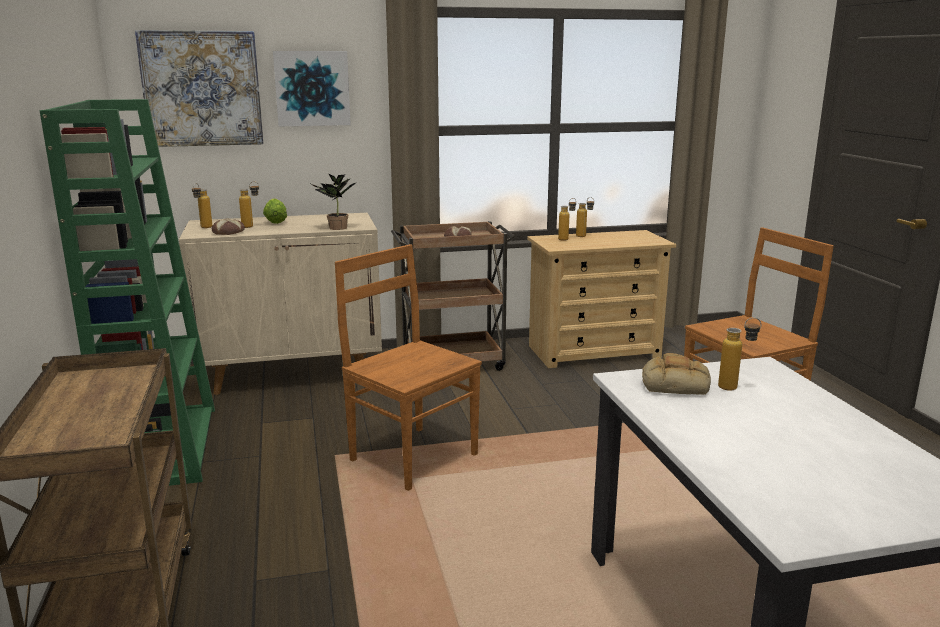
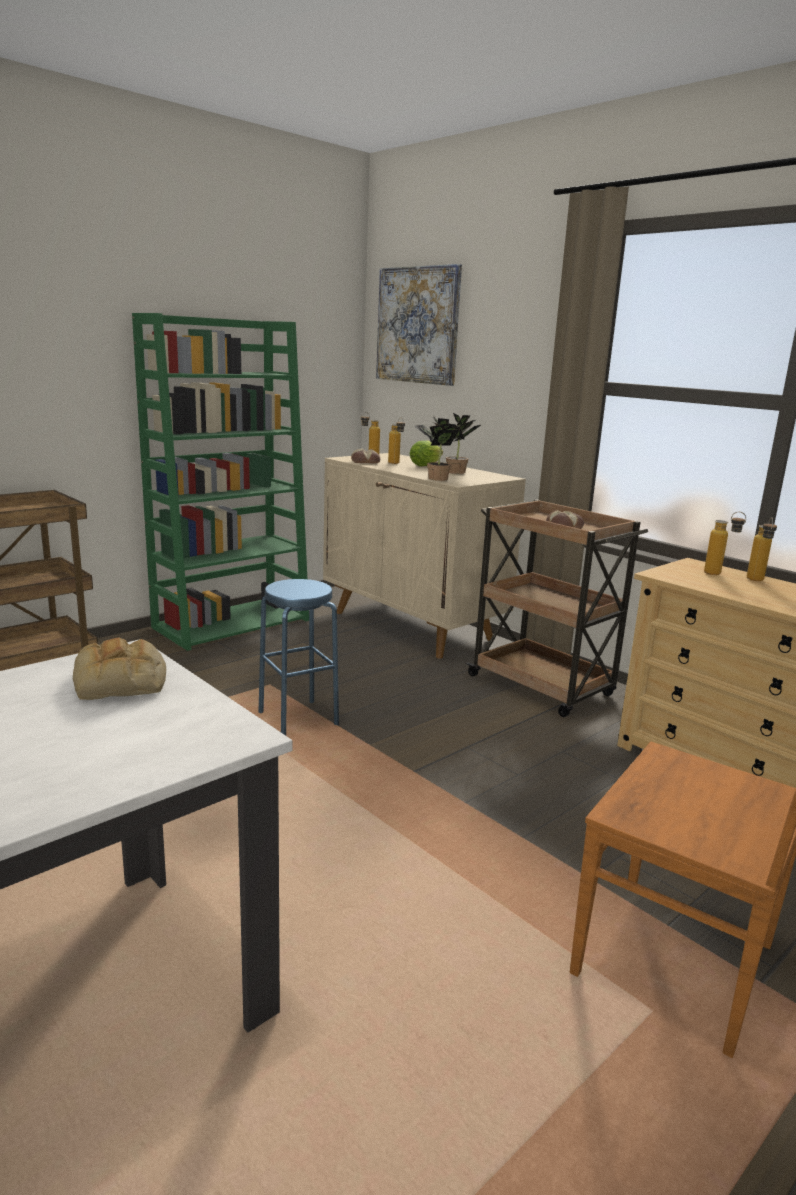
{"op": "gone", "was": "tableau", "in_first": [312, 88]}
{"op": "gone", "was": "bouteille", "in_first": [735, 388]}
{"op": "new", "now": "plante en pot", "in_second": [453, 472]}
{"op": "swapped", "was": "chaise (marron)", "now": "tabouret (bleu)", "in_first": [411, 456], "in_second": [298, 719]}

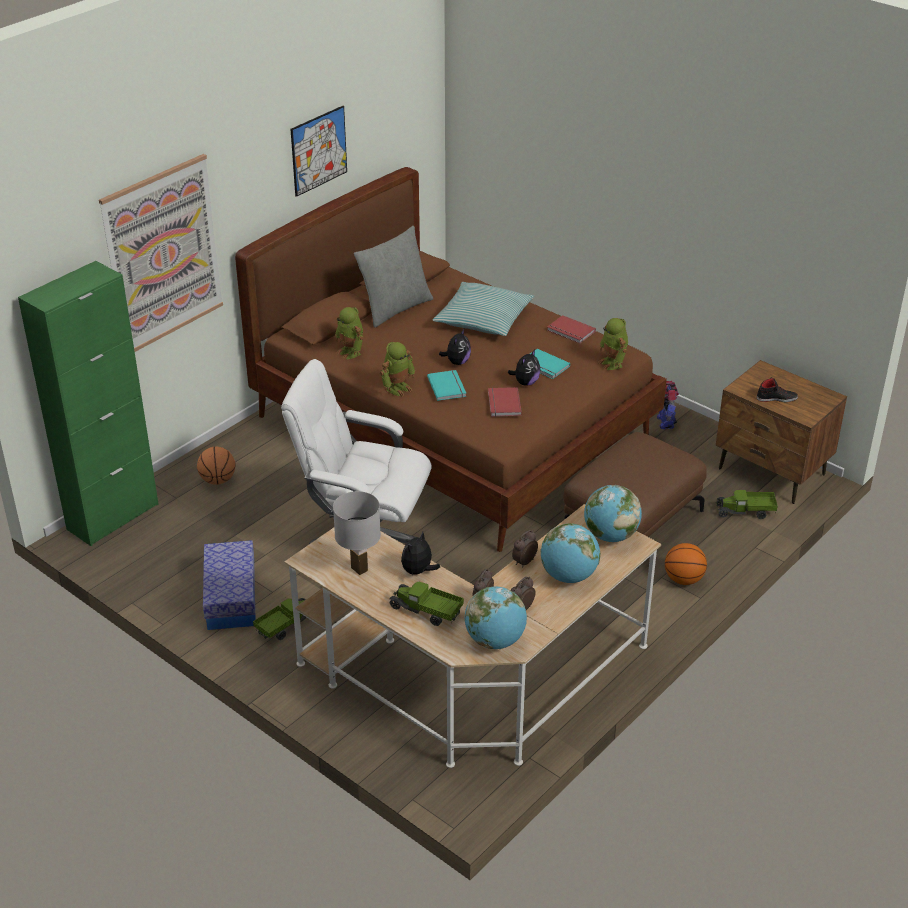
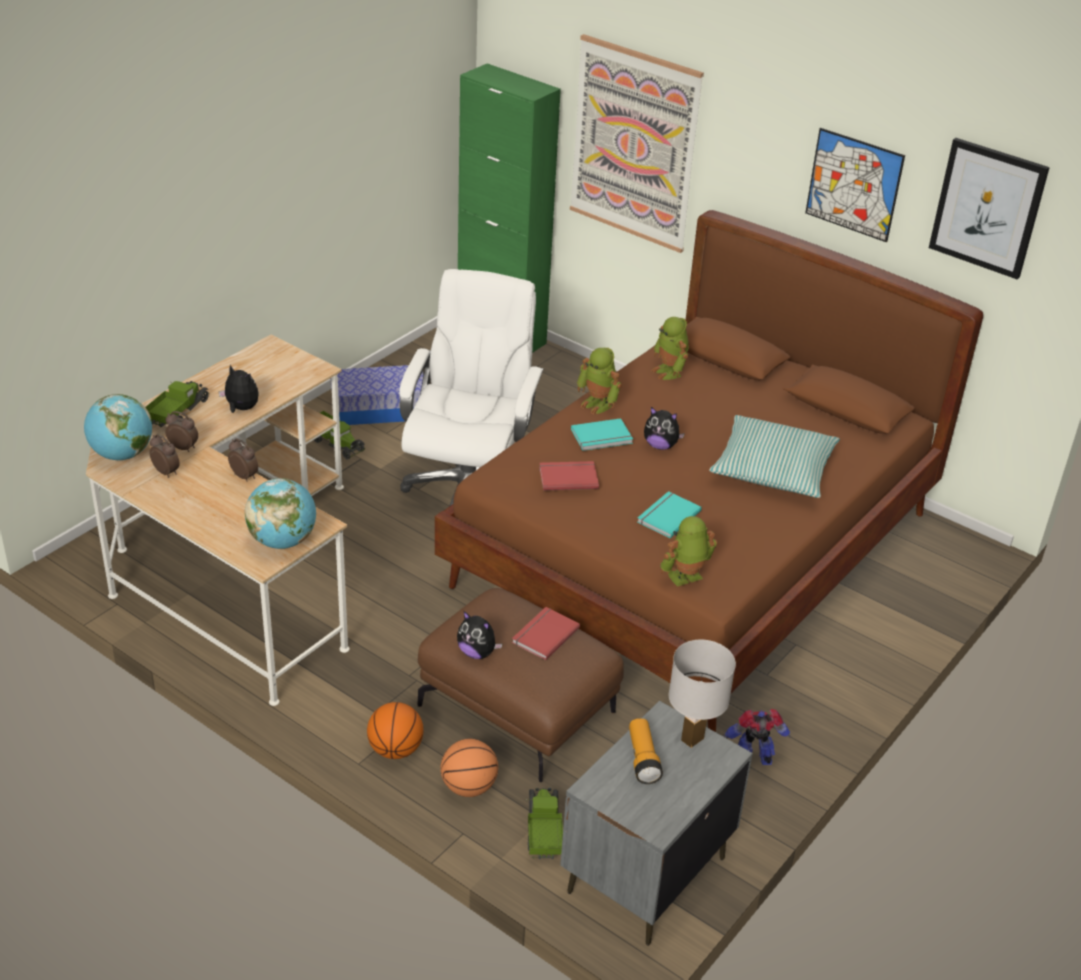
{"op": "gone", "was": "coussin (gris)", "in_first": [395, 308]}
{"op": "gone", "was": "globe", "in_first": [569, 576]}
{"op": "new", "now": "tableau", "in_second": [988, 208]}
{"op": "shifted", "was": "ballon de basket", "in_first": [218, 480], "in_second": [469, 787]}
{"op": "shifted", "was": "lampe de table (blanc)", "in_first": [358, 569], "in_second": [692, 739]}
{"op": "shifted", "was": "peluche", "in_first": [525, 382], "in_second": [477, 652]}
{"op": "shifted", "was": "livre (rouge)", "in_first": [570, 331], "in_second": [543, 634]}
{"op": "swapped", "was": "chaussure (noir)", "now": "lampe de poche", "in_first": [776, 398], "in_second": [642, 759]}
{"op": "repainted", "was": "table de chevet (marron)", "now": "table de chevet (gris)", "in_first": [772, 472], "in_second": [645, 875]}
{"op": "rotated", "was": "robot jouet", "in_first": [351, 352], "in_second": [669, 372], "clockwise": -75}

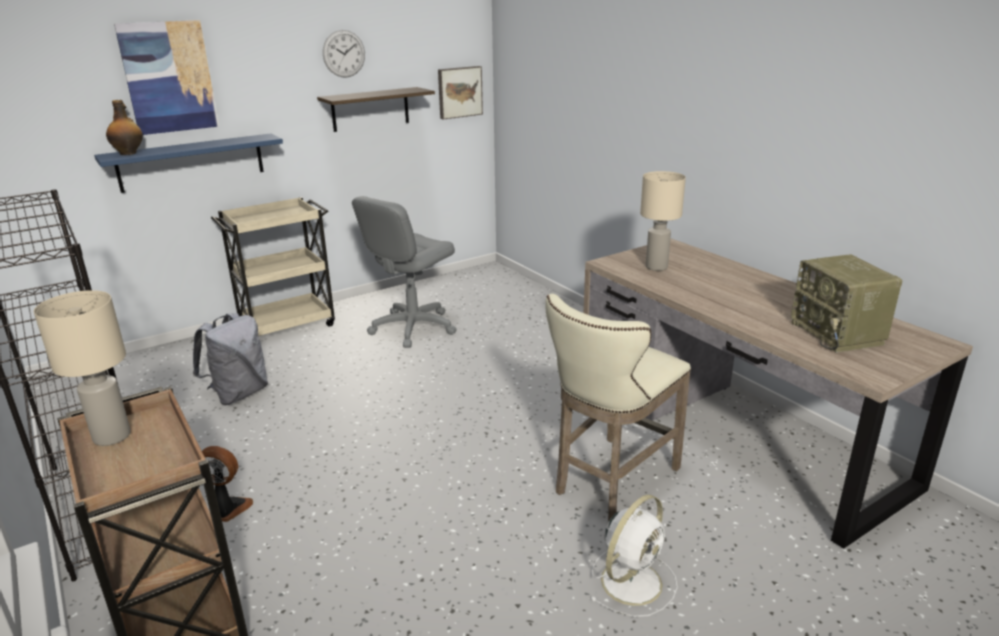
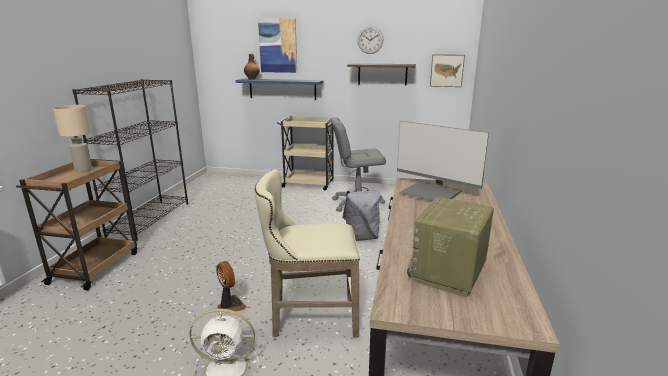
{"op": "shifted", "was": "sac à dos (gris)", "in_first": [238, 394], "in_second": [361, 237]}
{"op": "shifted", "was": "ventilateur", "in_first": [227, 510], "in_second": [230, 305]}
{"op": "swapped", "was": "lampe de table (beige)", "now": "écran d'ordinateur", "in_first": [656, 267], "in_second": [431, 193]}

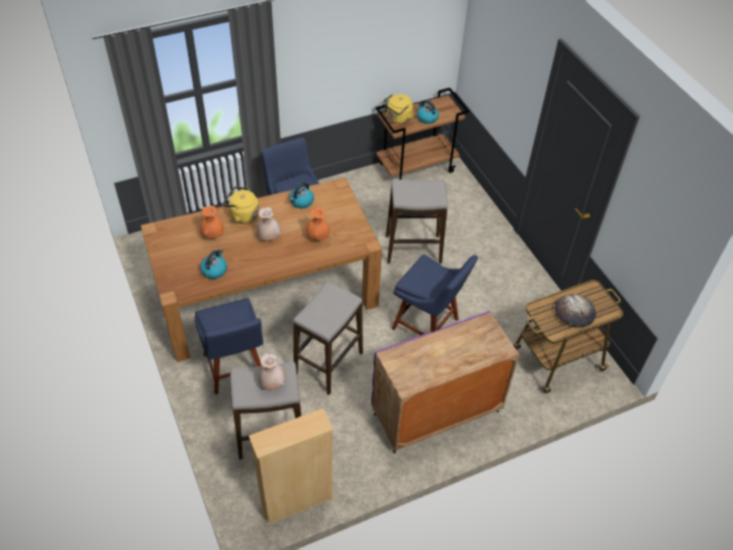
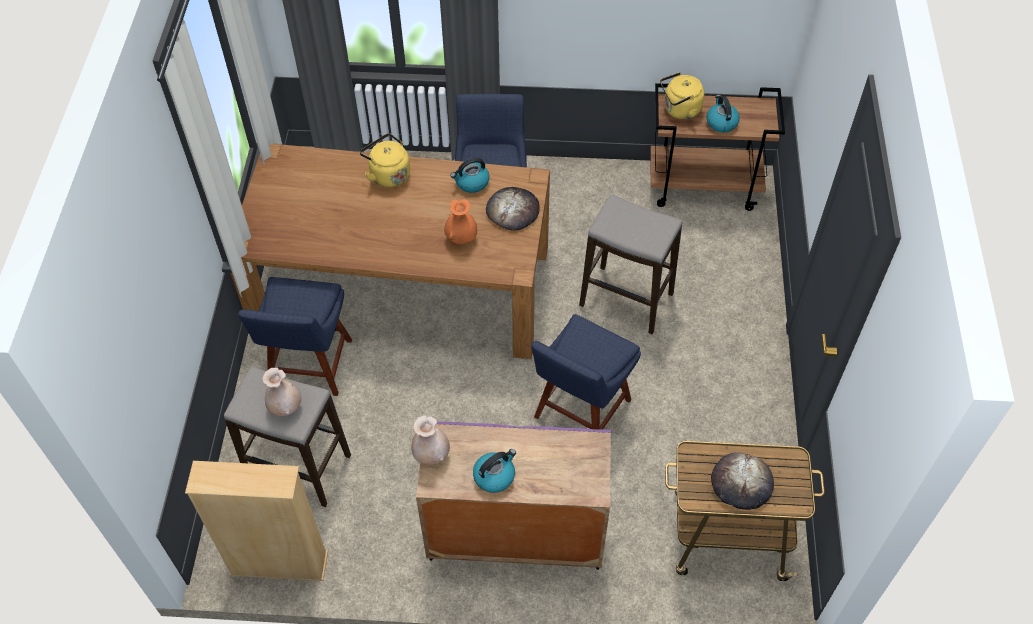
{"op": "gone", "was": "vase (orange)", "in_first": [212, 235]}
{"op": "gone", "was": "tabouret", "in_first": [328, 364]}
{"op": "new", "now": "pain", "in_second": [513, 210]}
{"op": "shifted", "was": "bouilloire", "in_first": [214, 270], "in_second": [494, 476]}
{"op": "shifted", "was": "vase (beige)", "in_first": [269, 237], "in_second": [431, 454]}
{"op": "rotated", "was": "chaise (bleu)", "in_first": [428, 325], "in_second": [580, 412], "clockwise": 60}

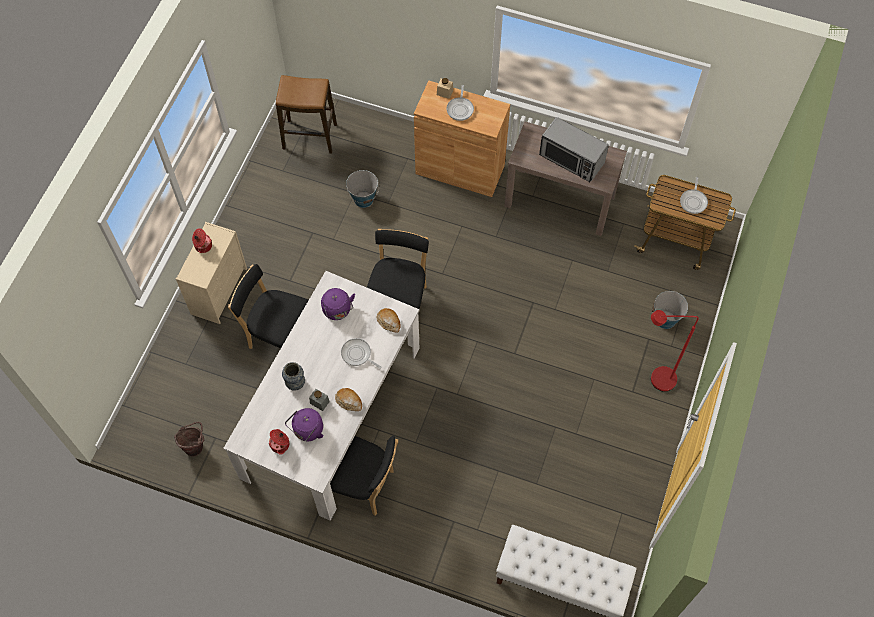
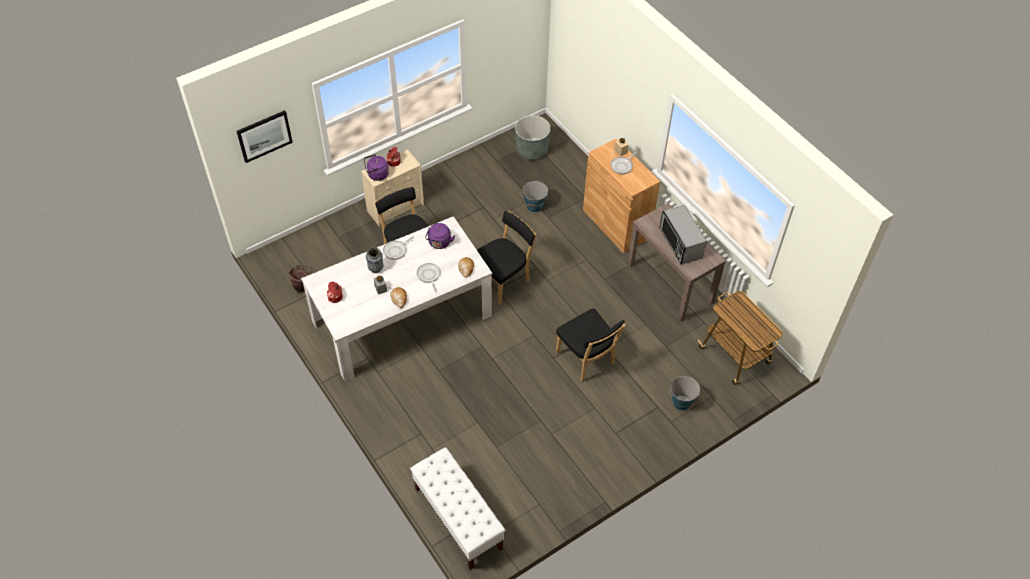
{"op": "gone", "was": "lampadaire (rouge)", "in_first": [656, 379]}
{"op": "new", "now": "tableau", "in_second": [264, 136]}
{"op": "shifted", "was": "bouilloire (violet)", "in_first": [307, 431], "in_second": [376, 175]}
{"op": "shifted", "was": "chaise (noir)", "in_first": [363, 485], "in_second": [586, 360]}
{"op": "shifted", "was": "poêle", "in_first": [693, 201], "in_second": [396, 250]}
{"op": "swapped", "was": "tabouret", "now": "cache-pot (gris)", "in_first": [309, 137], "in_second": [531, 150]}

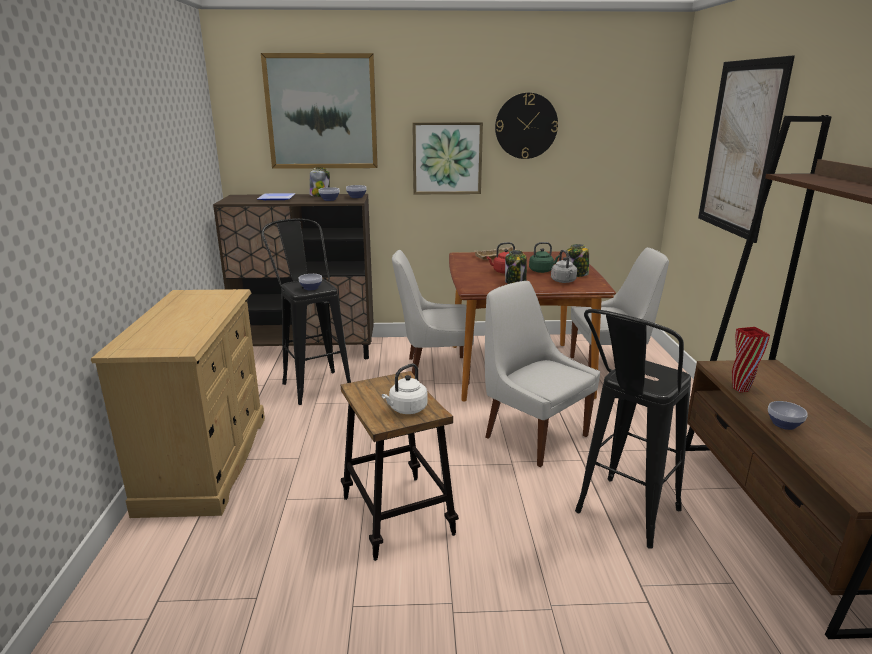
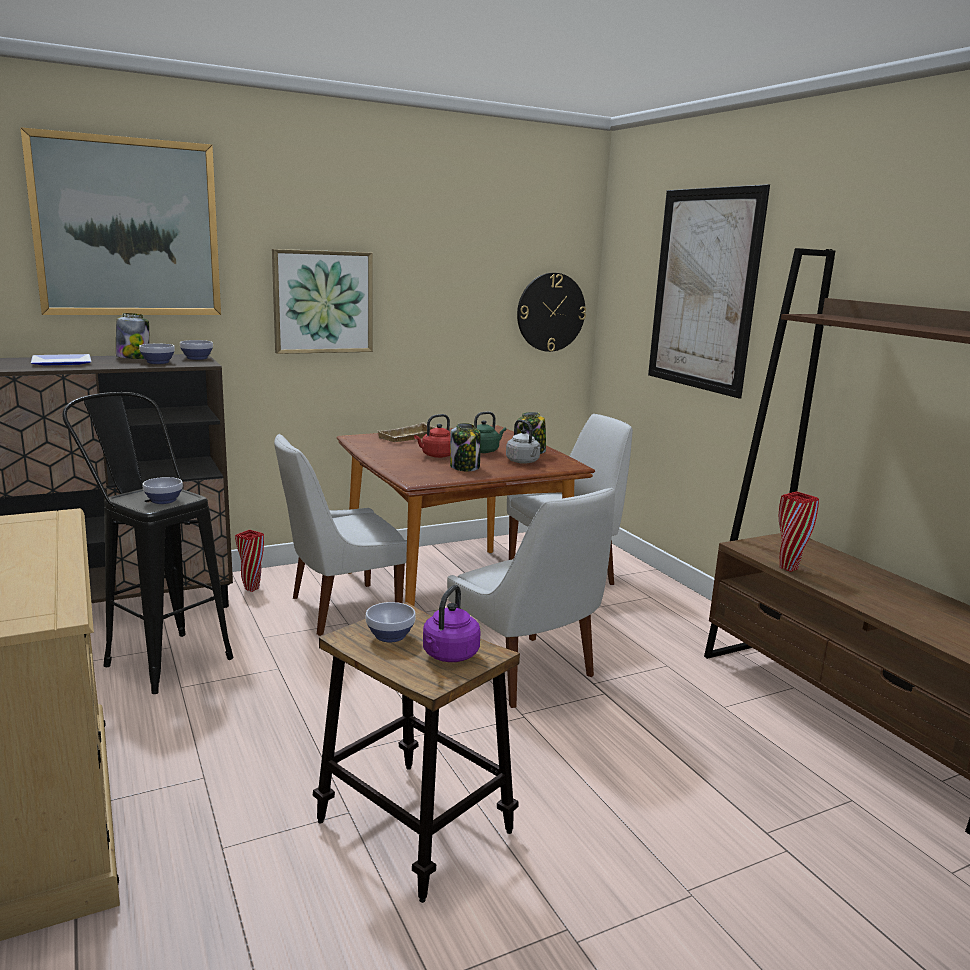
{"op": "gone", "was": "tabouret (noir)", "in_first": [620, 519]}
{"op": "new", "now": "vase (rouge)", "in_second": [252, 589]}
{"op": "shifted", "was": "horloge murale", "in_first": [526, 126], "in_second": [550, 312]}
{"op": "shifted", "was": "bol", "in_first": [783, 425], "in_second": [389, 636]}
{"op": "repainted", "was": "bouilloire (blanc)", "now": "bouilloire (violet)", "in_first": [406, 409], "in_second": [449, 655]}
{"op": "rotated", "was": "chaise (blanc)", "in_first": [533, 435], "in_second": [526, 673], "clockwise": -150}

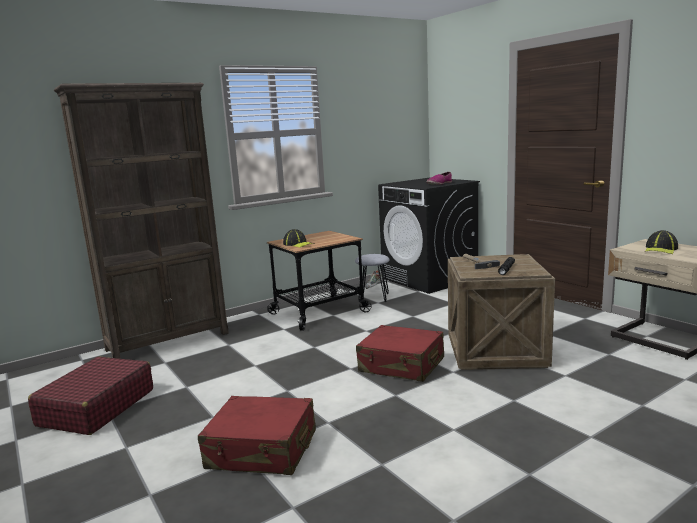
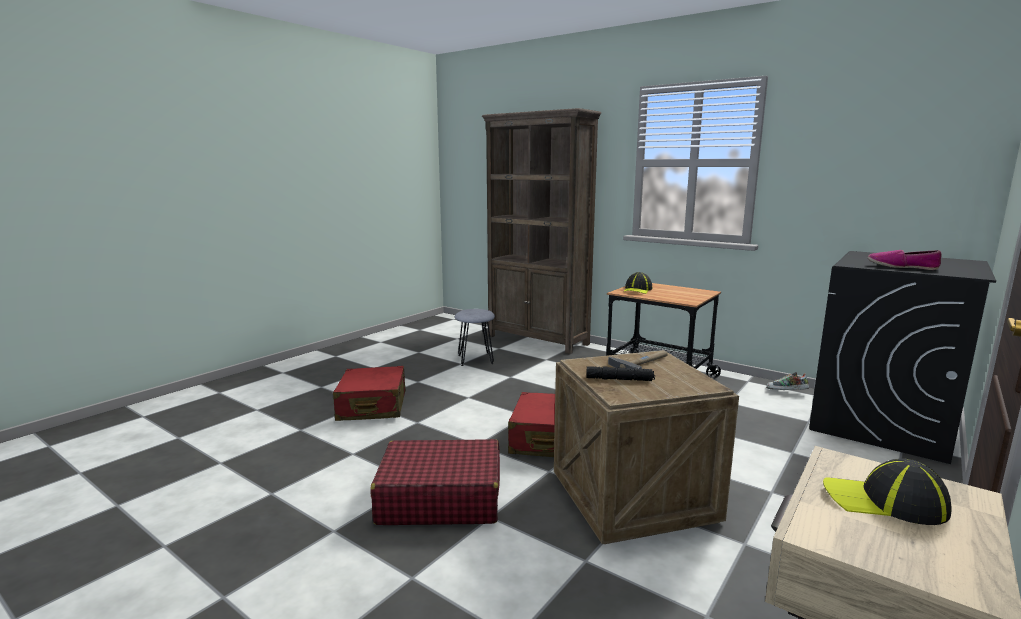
{"op": "shifted", "was": "valise (rouge)", "in_first": [96, 407], "in_second": [439, 498]}
{"op": "shifted", "was": "tabouret (gris)", "in_first": [374, 297], "in_second": [476, 359]}

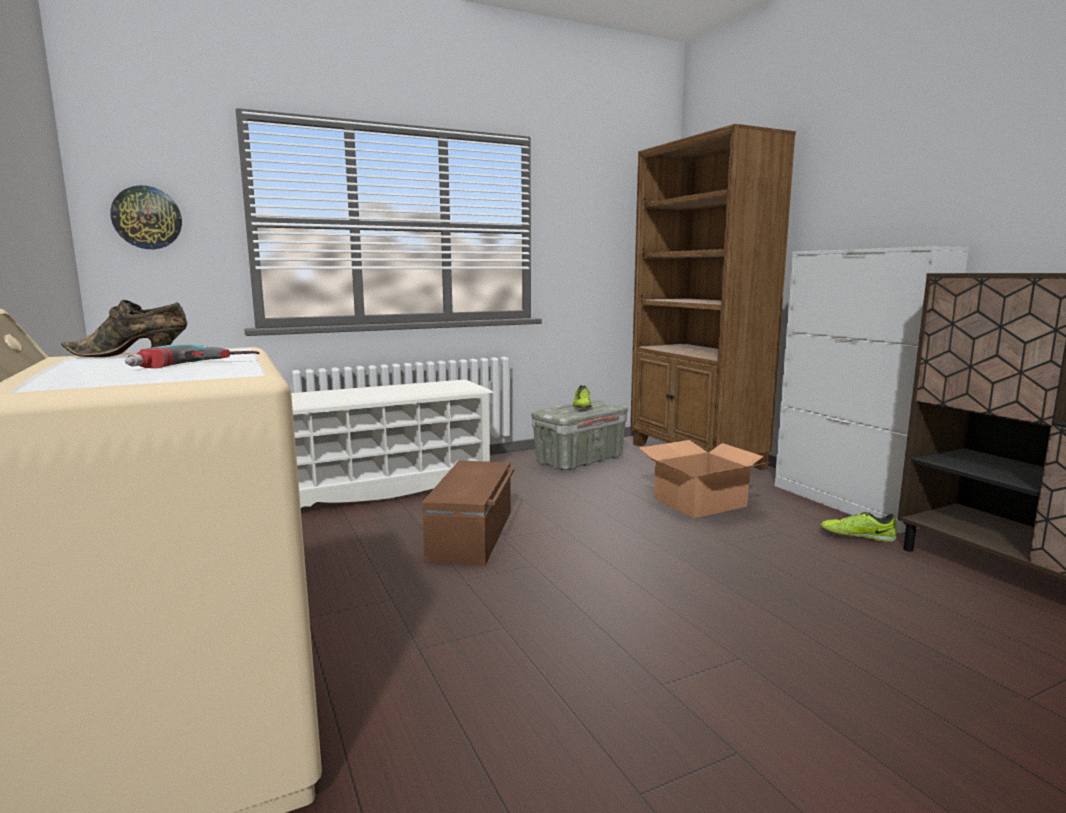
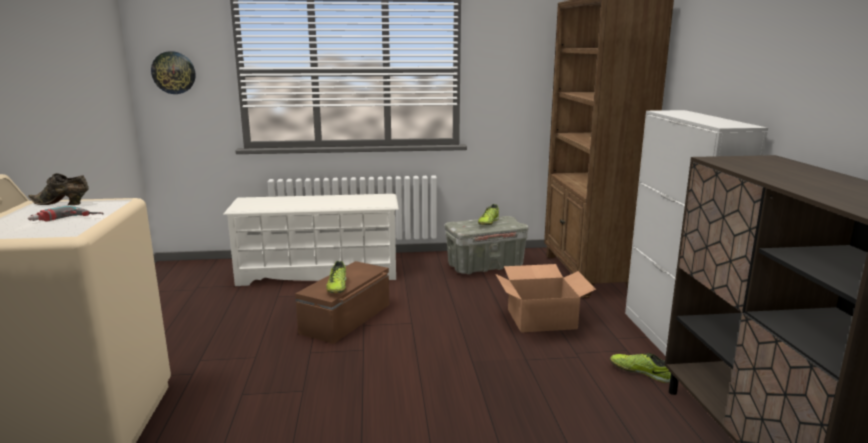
{"op": "new", "now": "chaussure", "in_second": [337, 287]}

